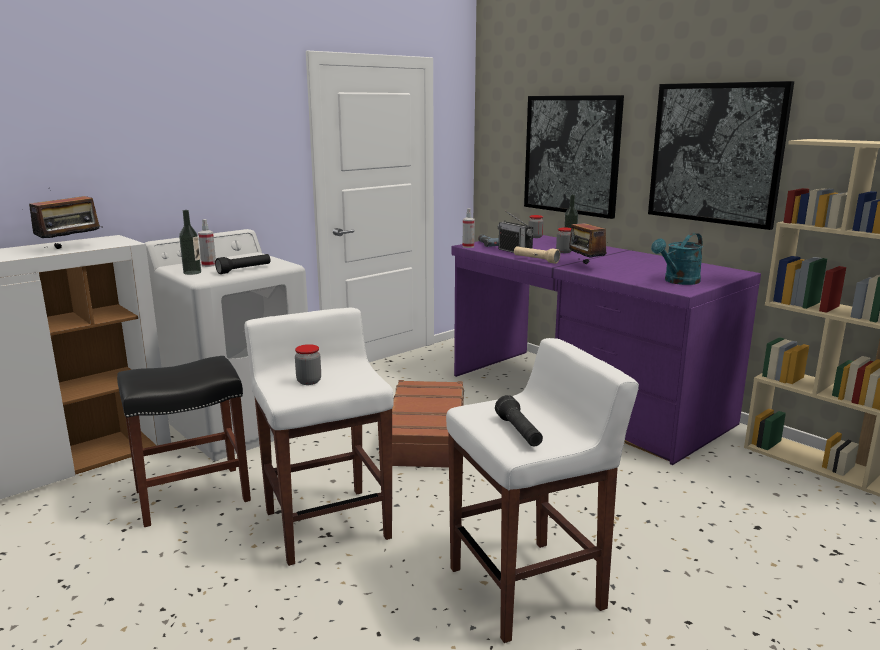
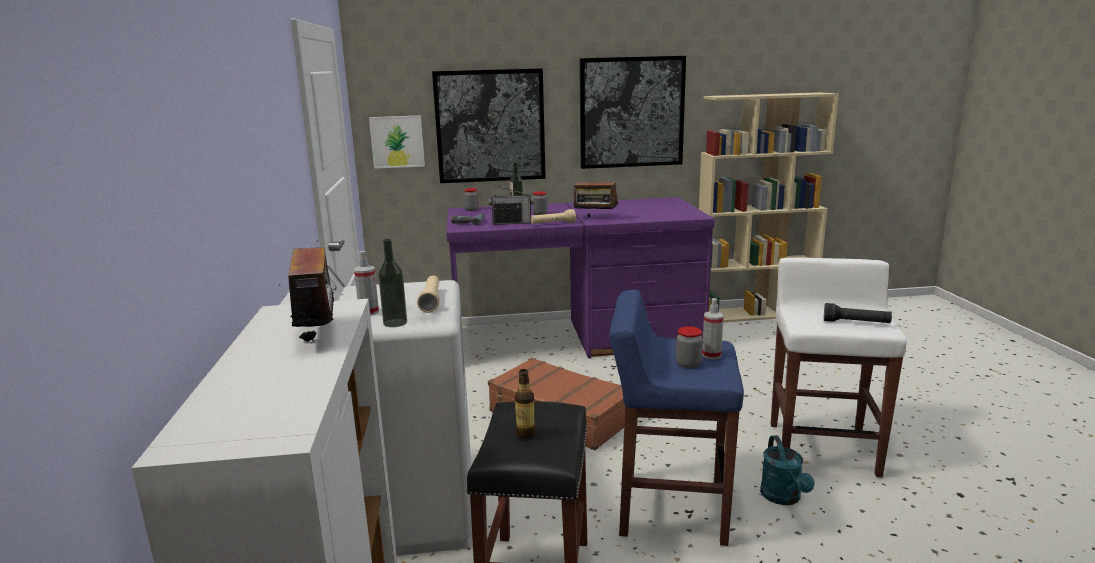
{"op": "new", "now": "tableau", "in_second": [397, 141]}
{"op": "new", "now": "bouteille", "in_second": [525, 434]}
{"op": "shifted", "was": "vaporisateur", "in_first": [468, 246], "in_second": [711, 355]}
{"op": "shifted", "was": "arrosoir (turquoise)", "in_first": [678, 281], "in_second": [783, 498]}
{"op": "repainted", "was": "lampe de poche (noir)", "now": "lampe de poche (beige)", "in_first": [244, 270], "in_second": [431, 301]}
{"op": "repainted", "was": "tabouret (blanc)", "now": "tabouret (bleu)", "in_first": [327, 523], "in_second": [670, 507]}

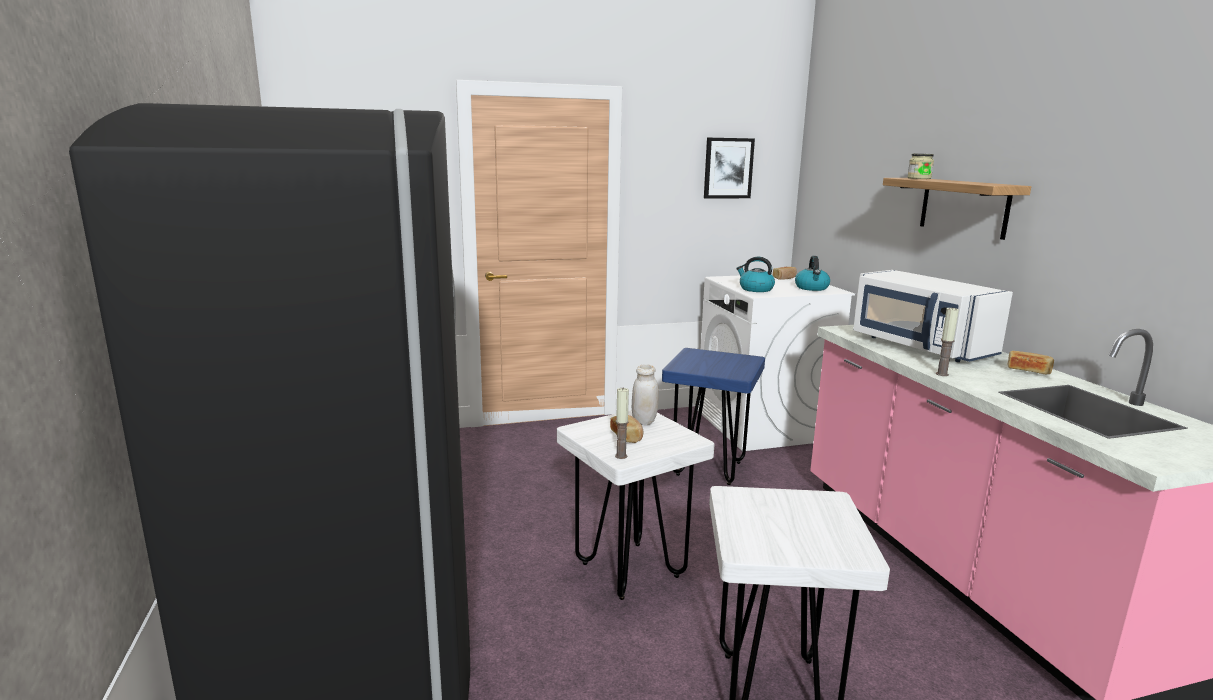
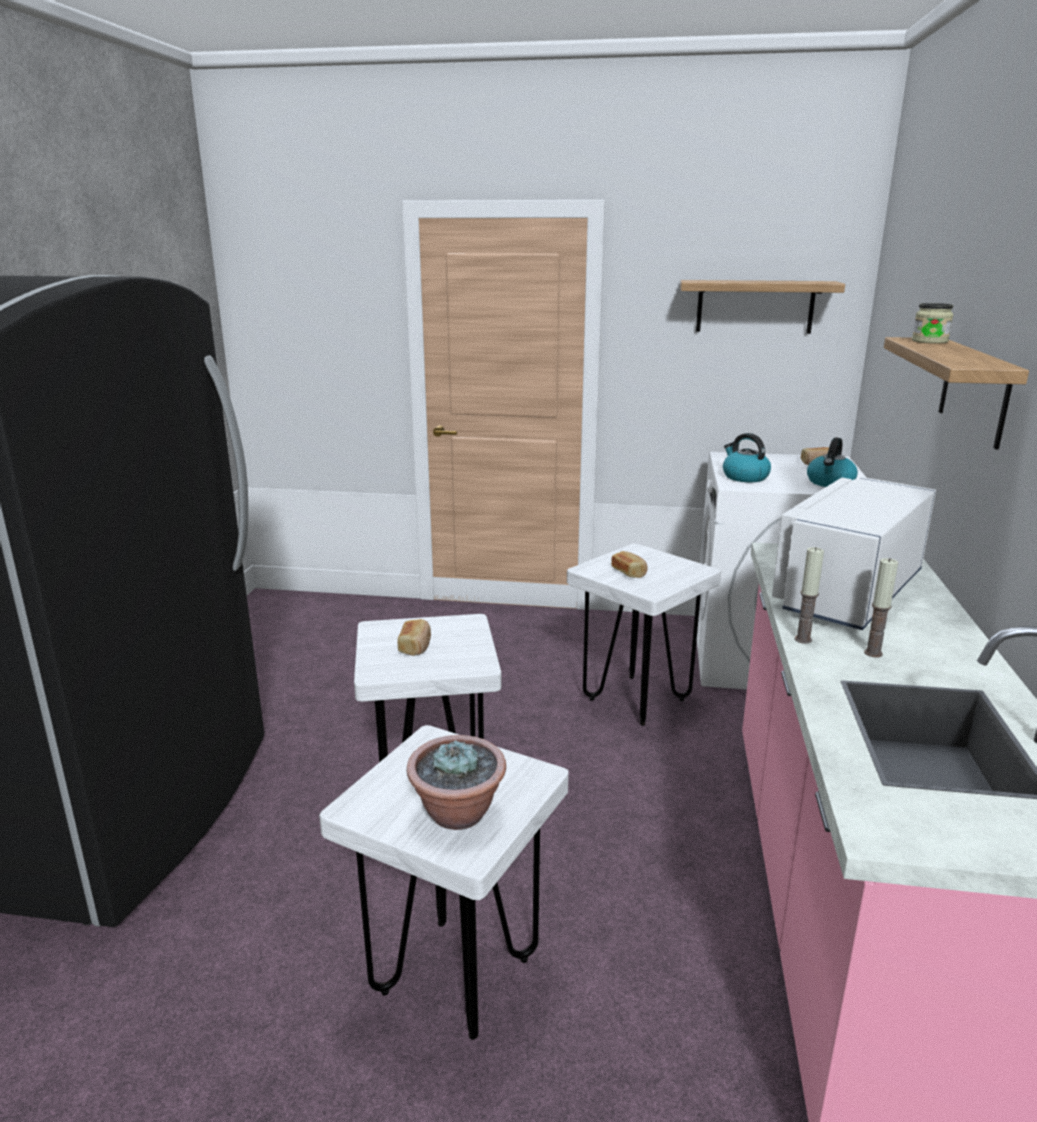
{"op": "gone", "was": "bocal (blanc)", "in_first": [644, 421]}
{"op": "new", "now": "plante en pot", "in_second": [458, 814]}
{"op": "shifted", "was": "bougie", "in_first": [621, 456], "in_second": [873, 653]}
{"op": "shifted", "was": "pain", "in_first": [1028, 371], "in_second": [629, 572]}
{"op": "swapped", "was": "tableau", "now": "étagère", "in_first": [728, 168], "in_second": [755, 306]}
{"op": "repainted", "was": "tabouret (bleu)", "now": "tabouret (blanc)", "in_first": [708, 469], "in_second": [636, 700]}
{"op": "rotated", "was": "micro-ondes (blanc)", "in_first": [918, 346], "in_second": [846, 592], "clockwise": 45}

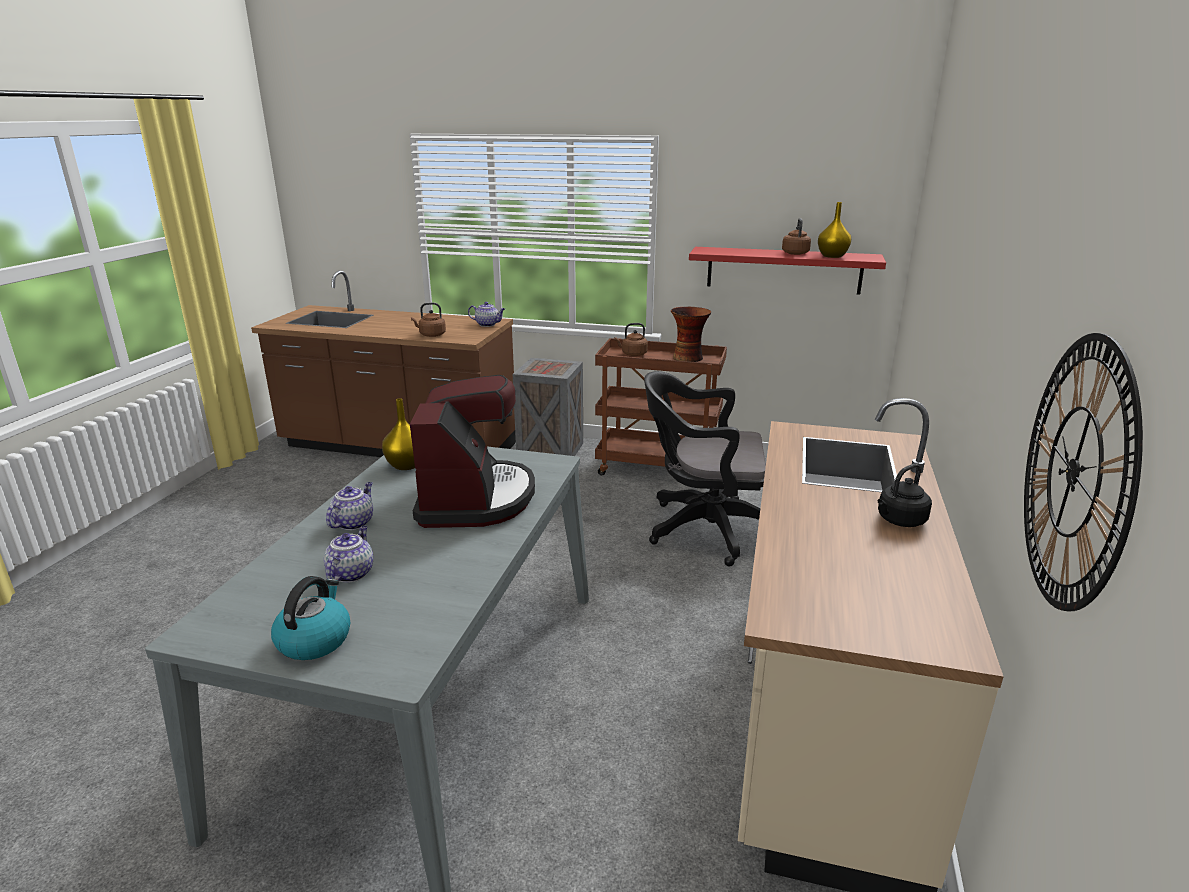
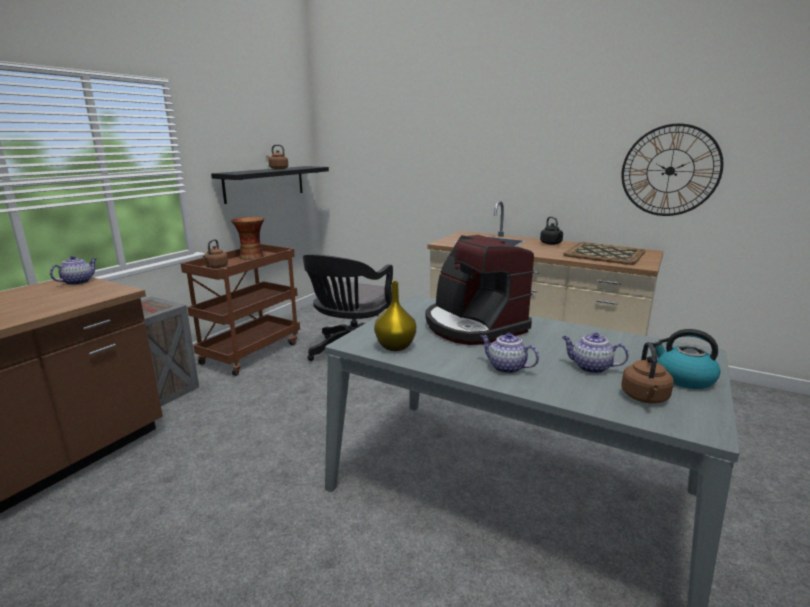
{"op": "gone", "was": "vase (jaune)", "in_first": [831, 256]}
{"op": "new", "now": "plateau", "in_second": [605, 254]}
{"op": "shifted", "was": "bouilloire (marron)", "in_first": [431, 335], "in_second": [645, 398]}
{"op": "repainted", "was": "étagère (rouge)", "now": "étagère (noir)", "in_first": [783, 270], "in_second": [265, 183]}
{"op": "rotated", "was": "machine à café", "in_first": [475, 499], "in_second": [473, 326], "clockwise": -135}

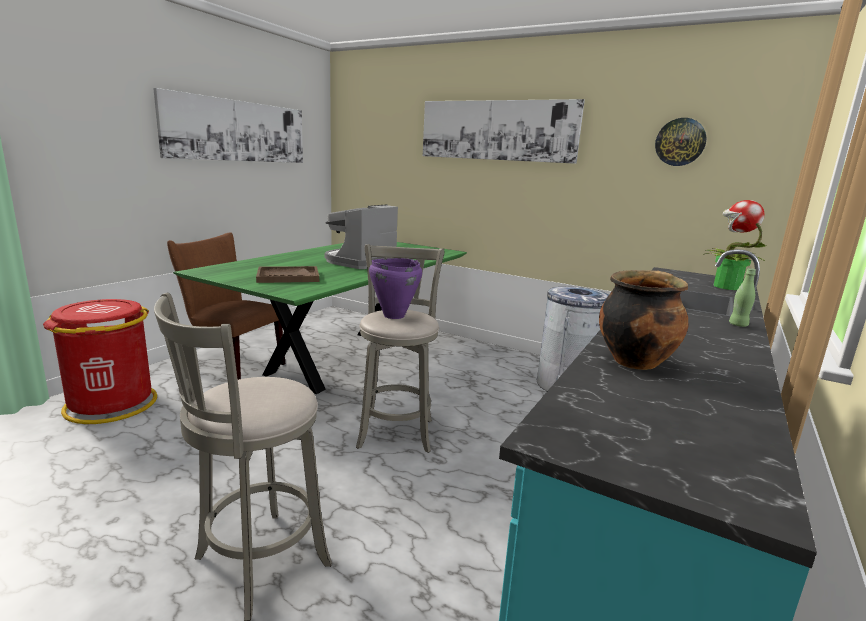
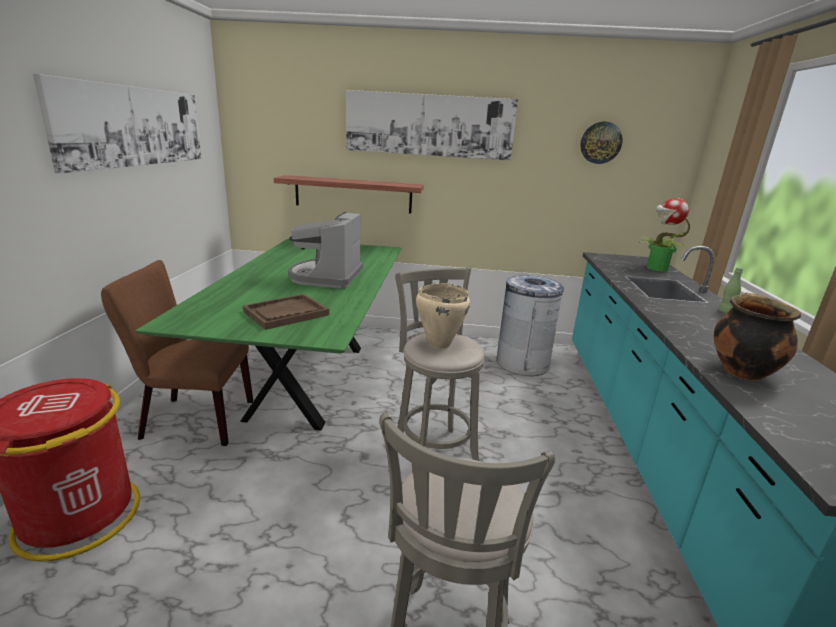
{"op": "new", "now": "étagère", "in_second": [353, 194]}
{"op": "repainted", "was": "marmite (violet)", "now": "marmite (beige)", "in_first": [393, 316], "in_second": [438, 344]}

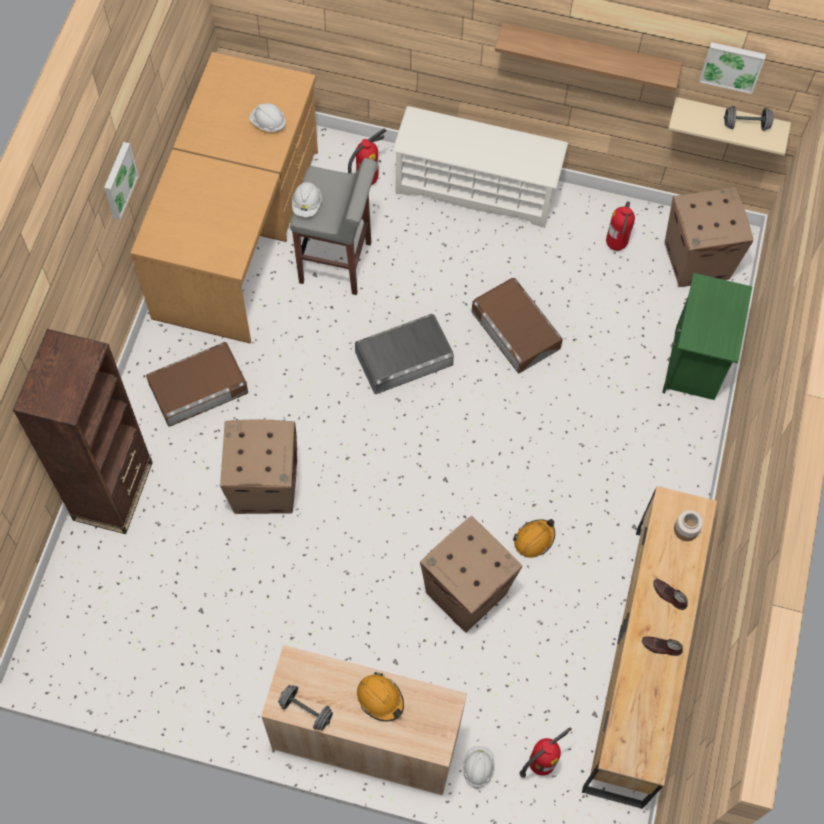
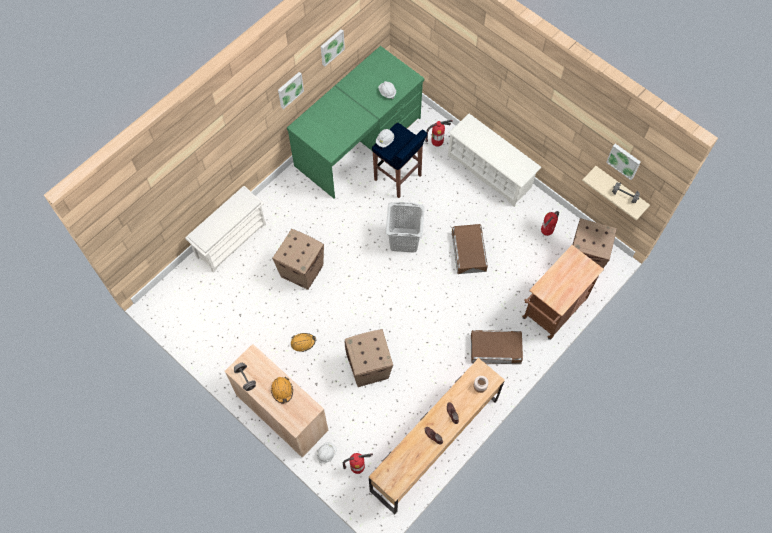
{"op": "gone", "was": "étagère", "in_first": [589, 54]}
{"op": "new", "now": "tableau", "in_second": [331, 47]}
{"op": "shifted", "was": "boîte de rangement (marron)", "in_first": [198, 388], "in_second": [495, 349]}
{"op": "shifted", "was": "casque de chantier (orange)", "in_first": [534, 539], "in_second": [303, 342]}
{"op": "swapped", "was": "bibliothèque (marron)", "now": "étagère à chaussures (blanc)", "in_first": [113, 491], "in_second": [231, 239]}
{"op": "swapped", "was": "boîte de rangement (gris)", "now": "panier à linge (gris)", "in_first": [404, 358], "in_second": [404, 240]}
{"op": "swapped", "was": "table de chevet (vert)", "now": "chariot (marron)", "in_first": [695, 366], "in_second": [551, 312]}
{"op": "repainted", "was": "bureau (marron)", "now": "bureau (vert)", "in_first": [239, 233], "in_second": [359, 142]}
{"op": "repainted", "was": "tabouret (gris)", "now": "tabouret (bleu)", "in_first": [336, 263], "in_second": [398, 178]}

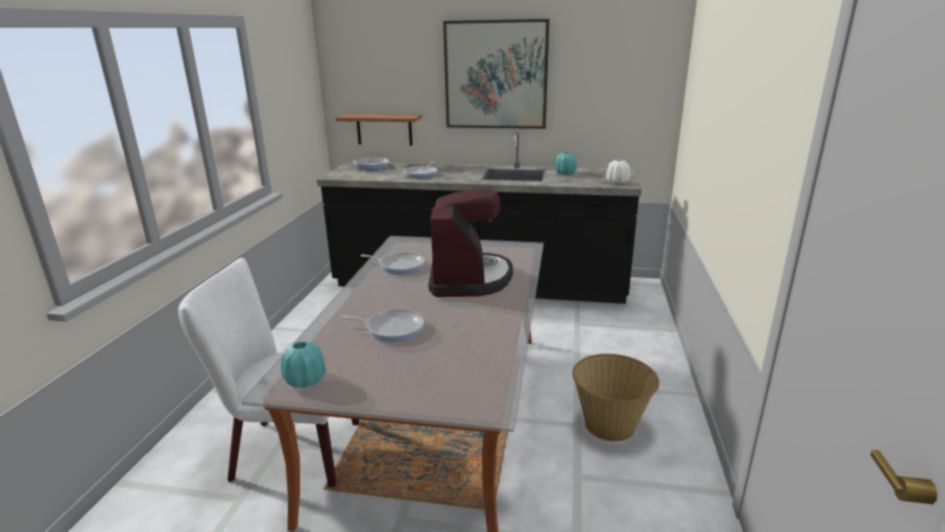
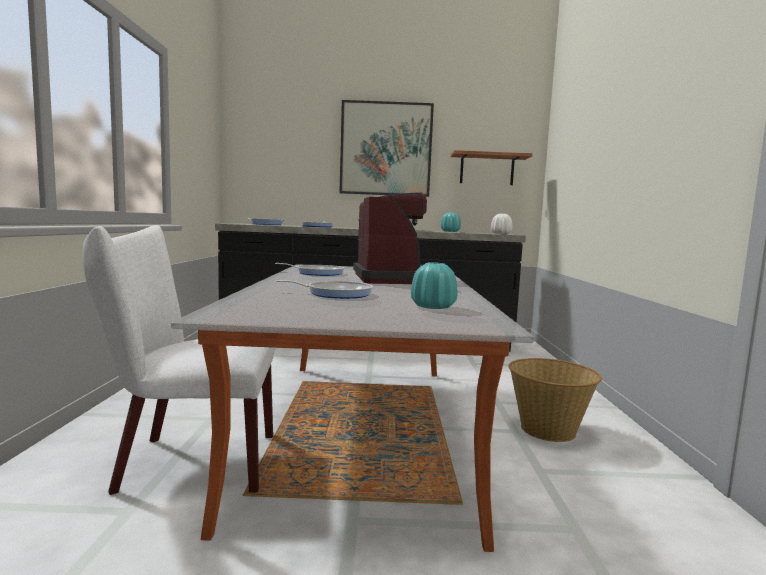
{"op": "shifted", "was": "vase (turquoise)", "in_first": [305, 380], "in_second": [433, 307]}
{"op": "shifted", "was": "étagère", "in_first": [384, 129], "in_second": [487, 169]}

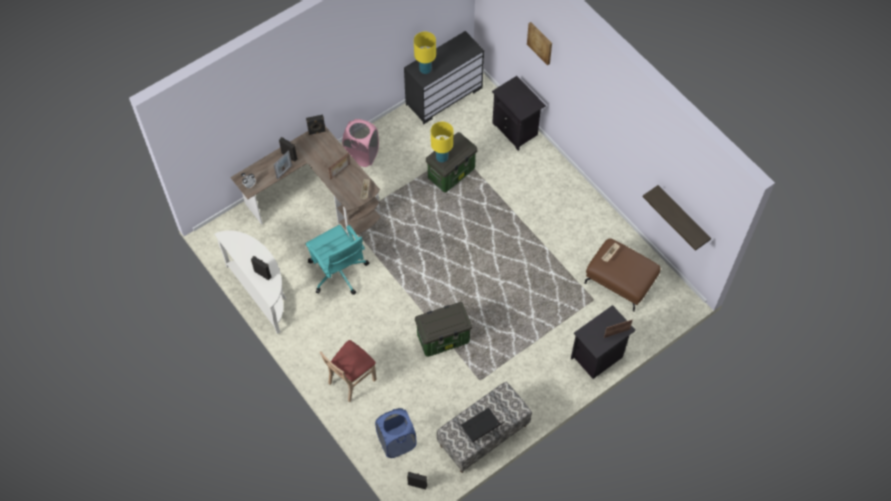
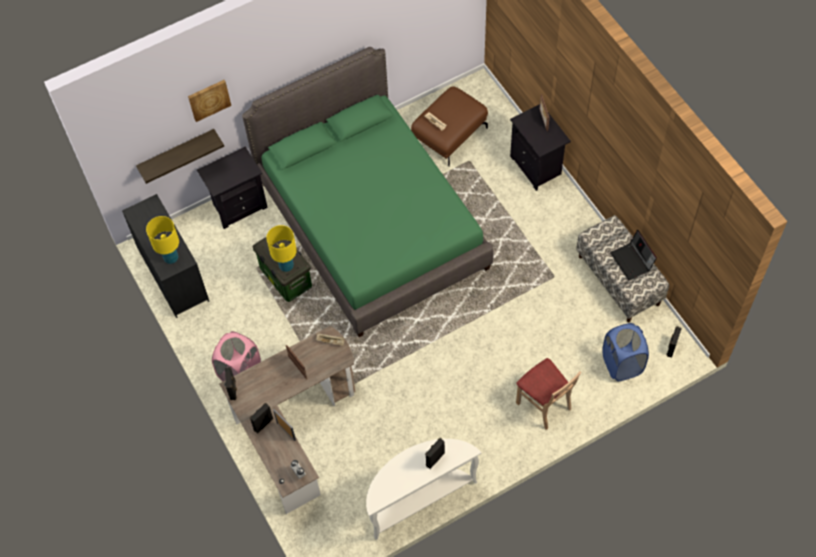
{"op": "gone", "was": "chaise de bureau (turquoise)", "in_first": [339, 273]}
{"op": "gone", "was": "boîte de rangement", "in_first": [443, 338]}
{"op": "new", "now": "lit (vert)", "in_second": [372, 224]}
{"op": "shifted", "was": "étagère", "in_first": [682, 216], "in_second": [177, 153]}

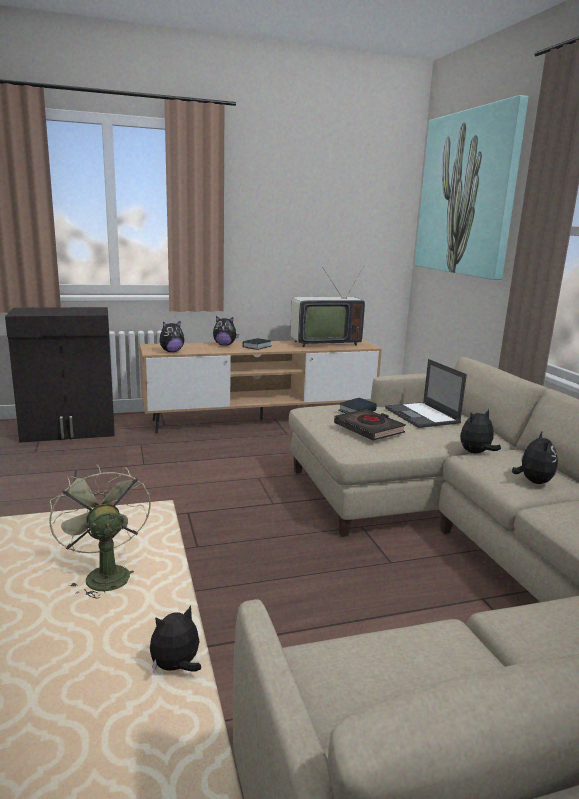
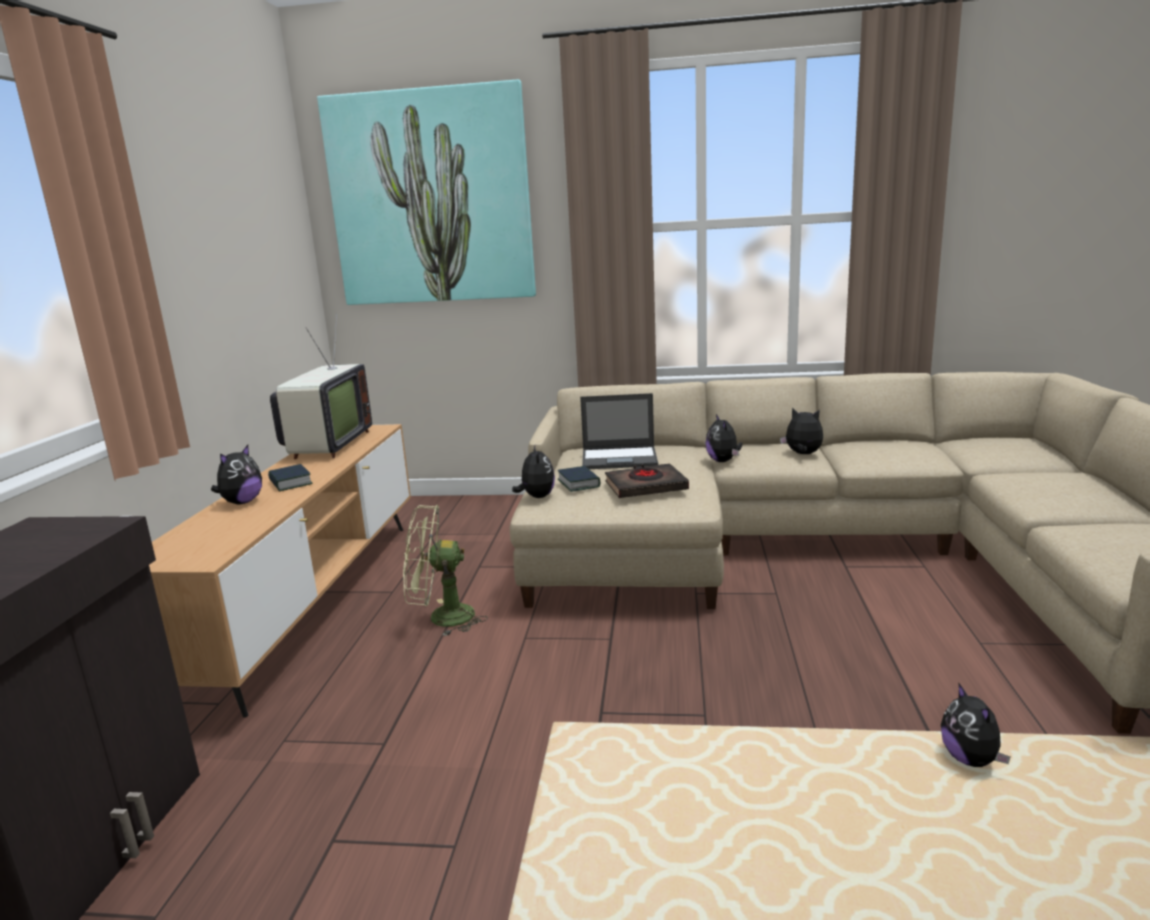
{"op": "shifted", "was": "ventilateur (vert)", "in_first": [104, 574], "in_second": [441, 618]}
{"op": "shifted", "was": "peluche", "in_first": [171, 351], "in_second": [536, 497]}

